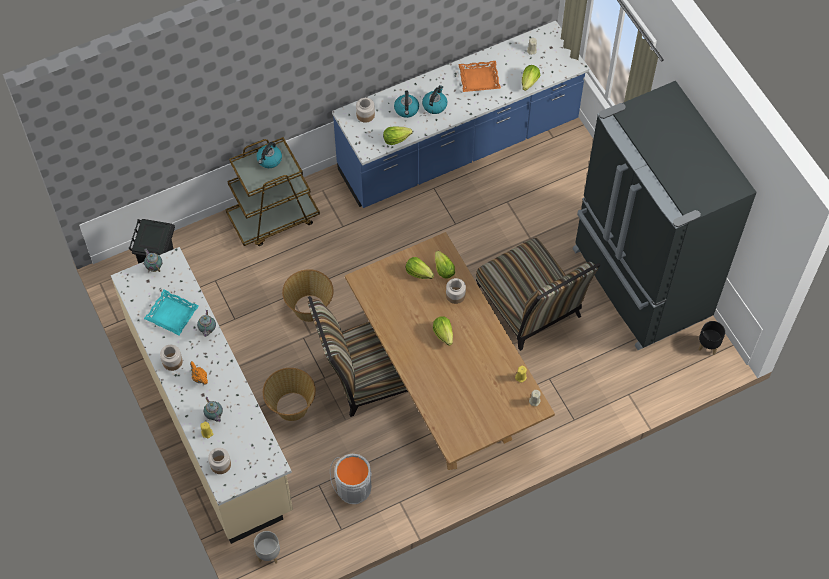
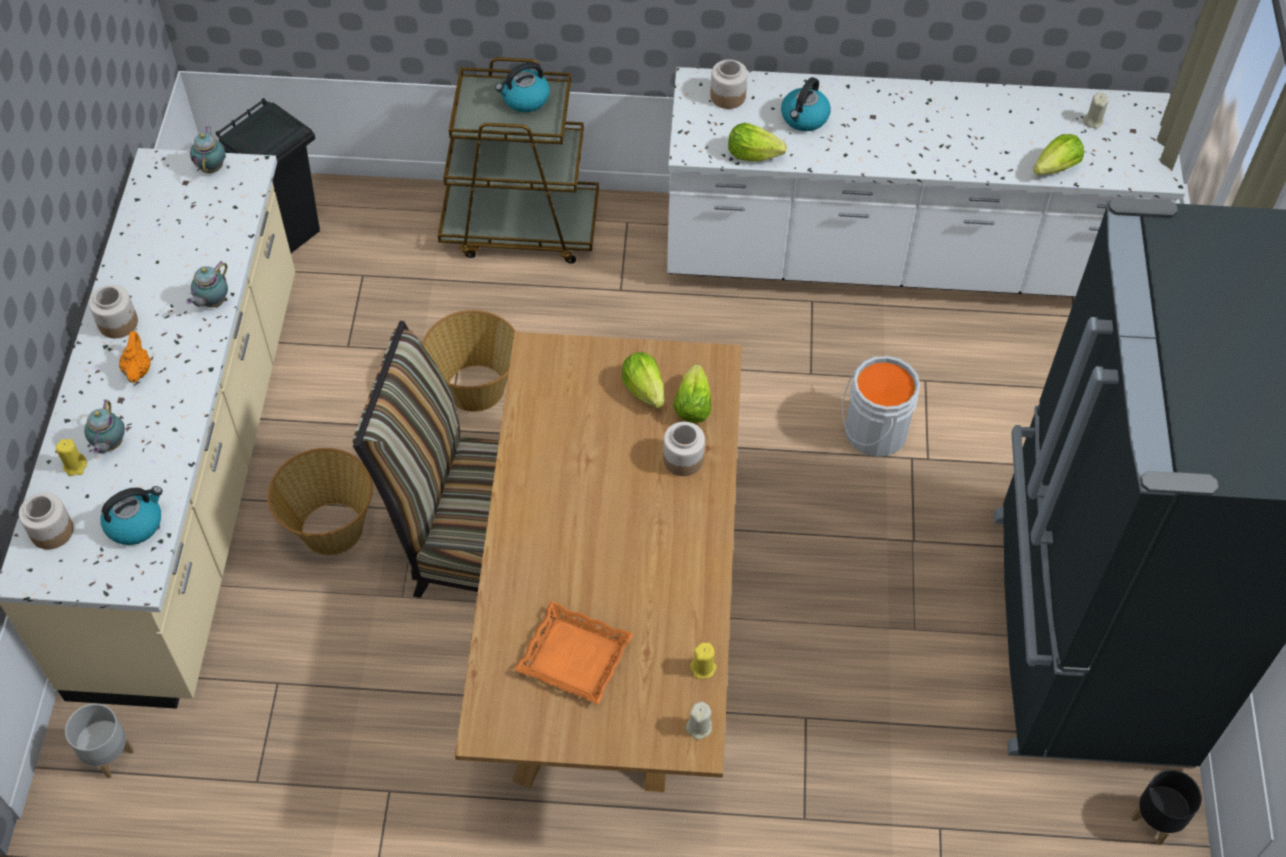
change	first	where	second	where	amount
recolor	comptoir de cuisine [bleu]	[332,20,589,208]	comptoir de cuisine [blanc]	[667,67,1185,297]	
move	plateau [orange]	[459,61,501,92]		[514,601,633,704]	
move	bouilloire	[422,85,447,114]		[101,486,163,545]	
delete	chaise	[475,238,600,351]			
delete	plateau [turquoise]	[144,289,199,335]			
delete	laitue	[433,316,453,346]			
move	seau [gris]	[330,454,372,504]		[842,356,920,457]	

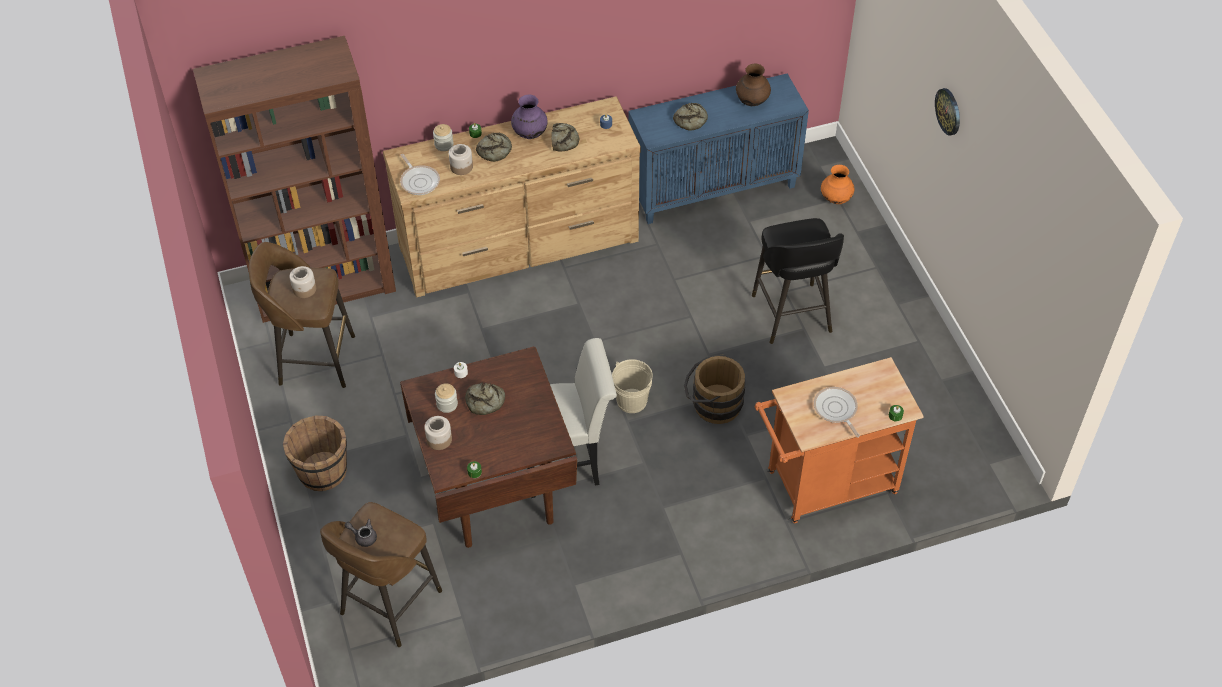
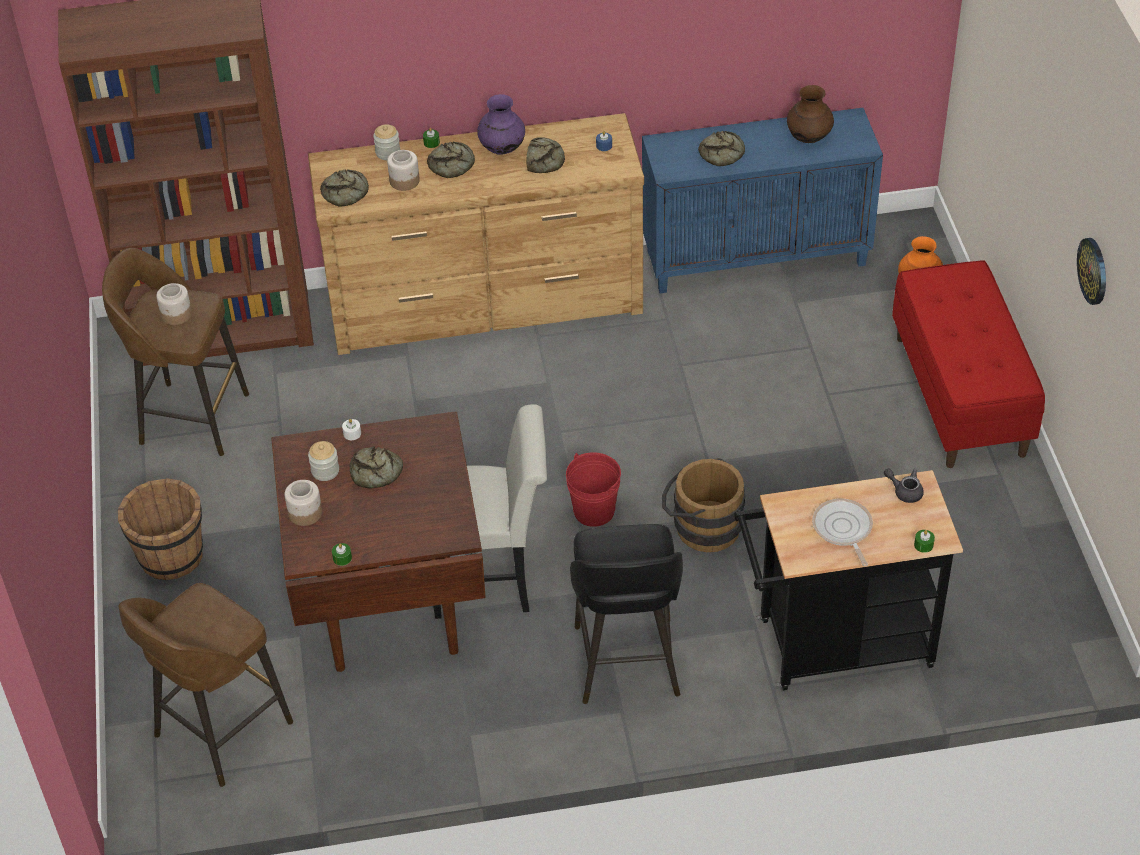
change	first	where	second	where	amount
move	horloge murale	[935,88,960,136]		[1077,238,1106,305]	
replace	poêle	[400,154,440,195]	pain	[320,169,369,206]	
move	tabouret [noir]	[752,218,844,344]		[570,524,683,704]	
recolor	chariot [orange]	[755,357,924,524]	chariot [noir]	[734,470,963,690]	
recolor	seau [beige]	[612,359,653,413]	seau [rouge]	[566,452,621,527]	
move	théière [gris]	[344,519,377,547]		[884,468,924,503]	
insert			banc [rouge]	[892,260,1045,468]	

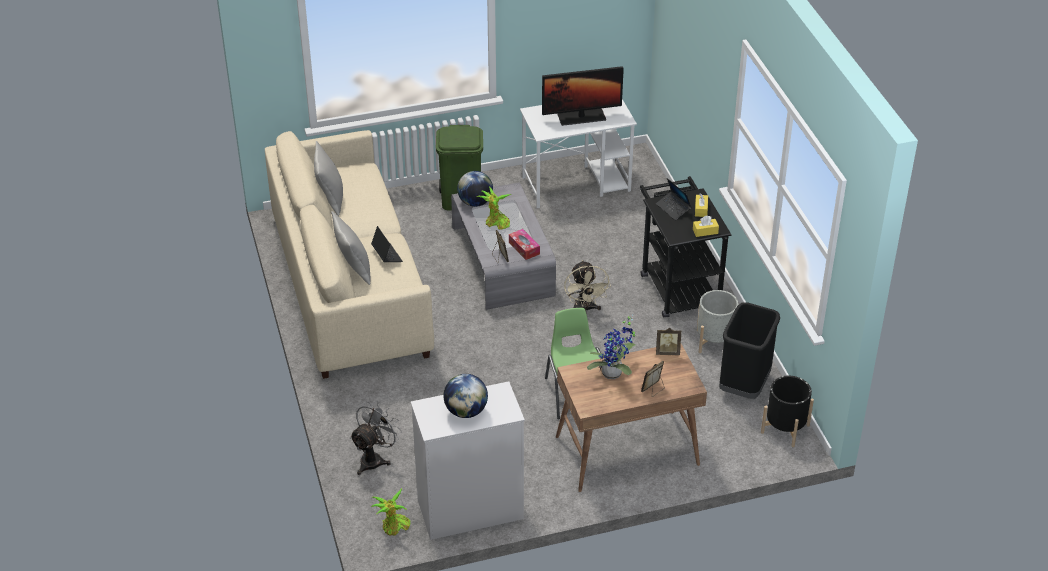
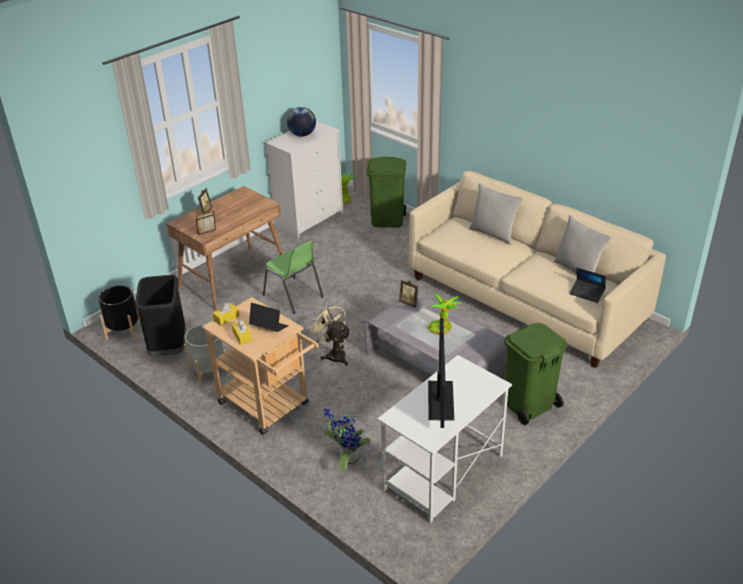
change	first	where	second	where	amount
rotate	écran d'ordinateur	[542,66,624,126]		[428,318,454,428]	135 degrees clockwise
delete	globe	[457,171,493,207]			
recolor	chariot [noir]	[640,176,731,318]	chariot [beige]	[202,297,319,435]	
move	ordinateur portable	[371,226,403,262]		[570,268,606,303]	
delete	boîte à mouchoirs	[509,229,540,260]			
move	plante en pot	[587,315,635,379]		[323,408,370,471]	
replace	ventilateur [gris]	[350,401,402,475]	poubelle [vert]	[367,157,406,228]	

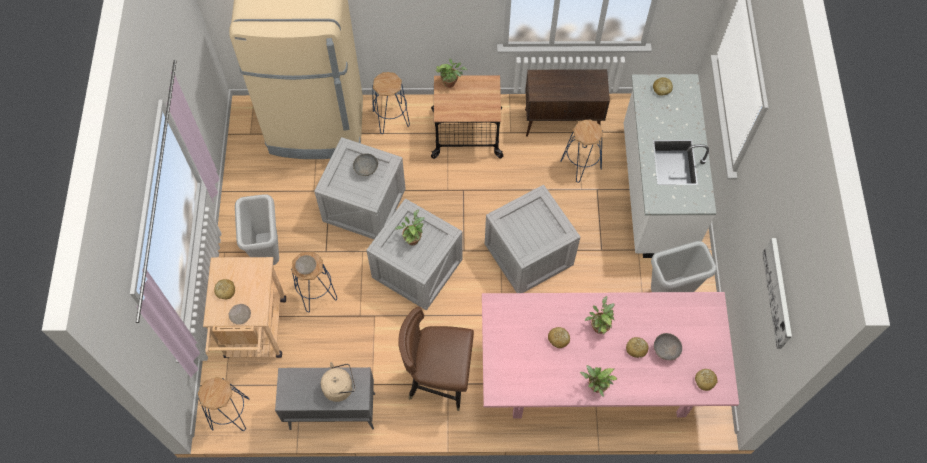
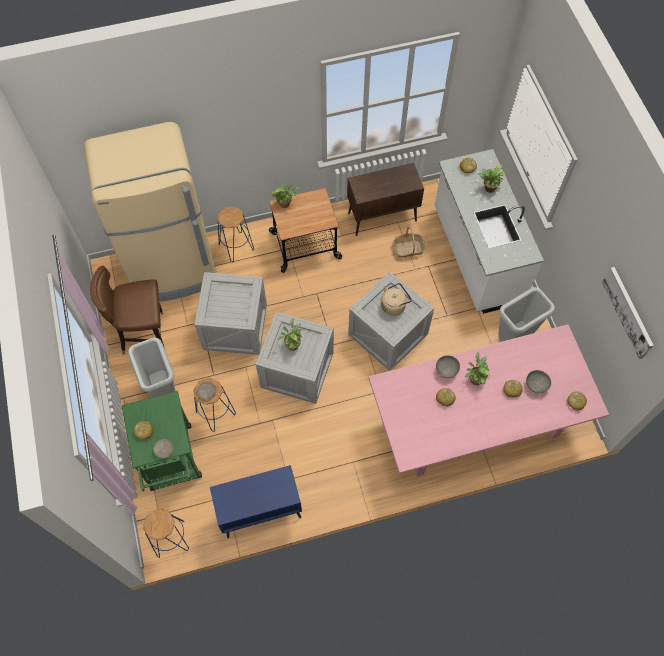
change	first	where	second	where	amount
replace	tabouret [bleu]	[560,120,603,183]	panier	[393,227,427,258]	
move	bol [gris]	[353,154,378,176]		[436,355,460,378]	
recolor	chariot [beige]	[203,257,286,358]	chariot [vert]	[122,391,202,491]	
move	chaise [marron]	[398,306,474,411]		[90,266,165,355]	
move	bouilloire [beige]	[321,362,355,402]		[381,283,412,316]	
move	plante en pot	[580,365,617,397]		[479,165,505,193]	
recolor	meuble de rangement [gris]	[275,367,375,430]	meuble de rangement [bleu]	[210,465,302,539]	

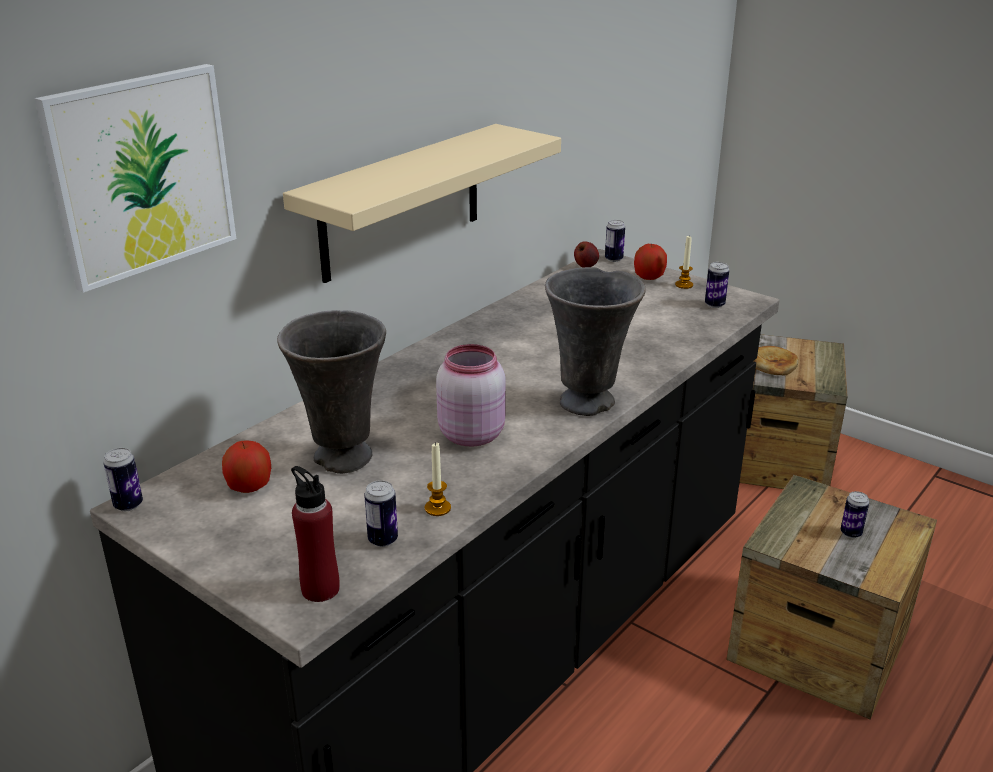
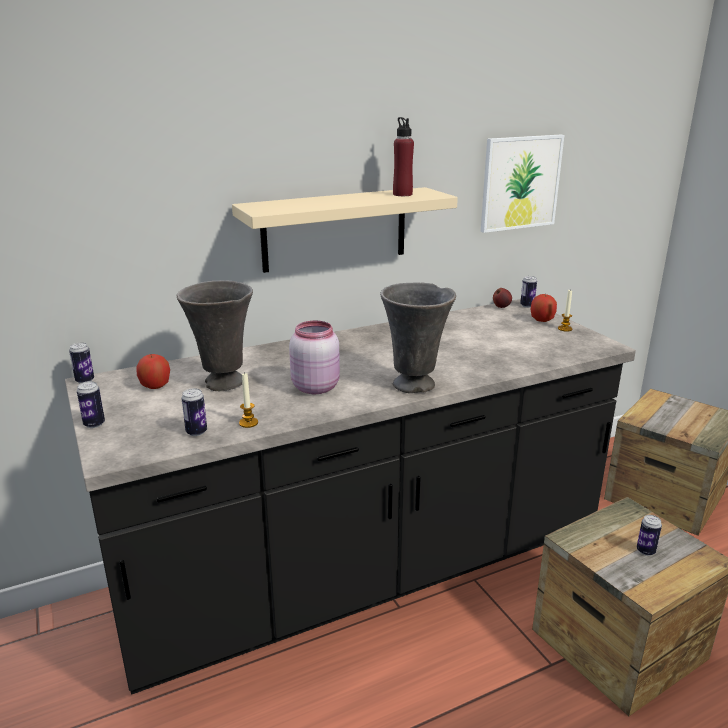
change	first	where	second	where	amount
move	tableau	[35,64,236,293]		[481,135,564,233]	
move	boîte métallique	[705,262,729,308]		[77,381,105,428]	
delete	pain	[754,346,799,376]			
move	bouteille [rouge]	[291,466,339,602]		[393,117,414,196]	

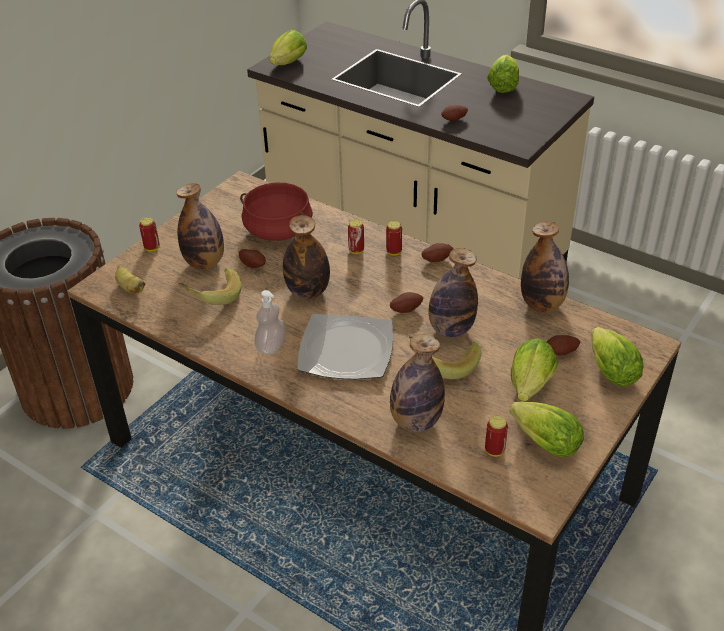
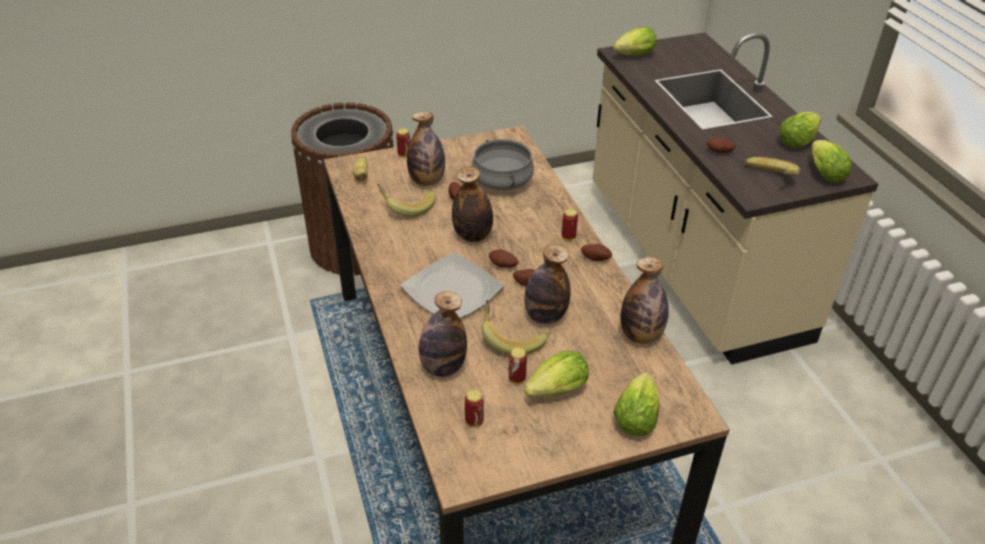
change	first	where	second	where	amount
recolor	marmite [rouge]	[240,183,313,241]	marmite [gris]	[472,139,534,190]	
move	boîte métallique	[348,219,364,254]		[508,348,527,384]	
delete	distributeur de savon	[254,290,286,355]			
move	pomme de terre	[547,335,580,356]		[489,249,519,268]	
move	laitue	[510,402,584,457]		[812,140,852,183]	
insert			banane	[745,157,800,176]	

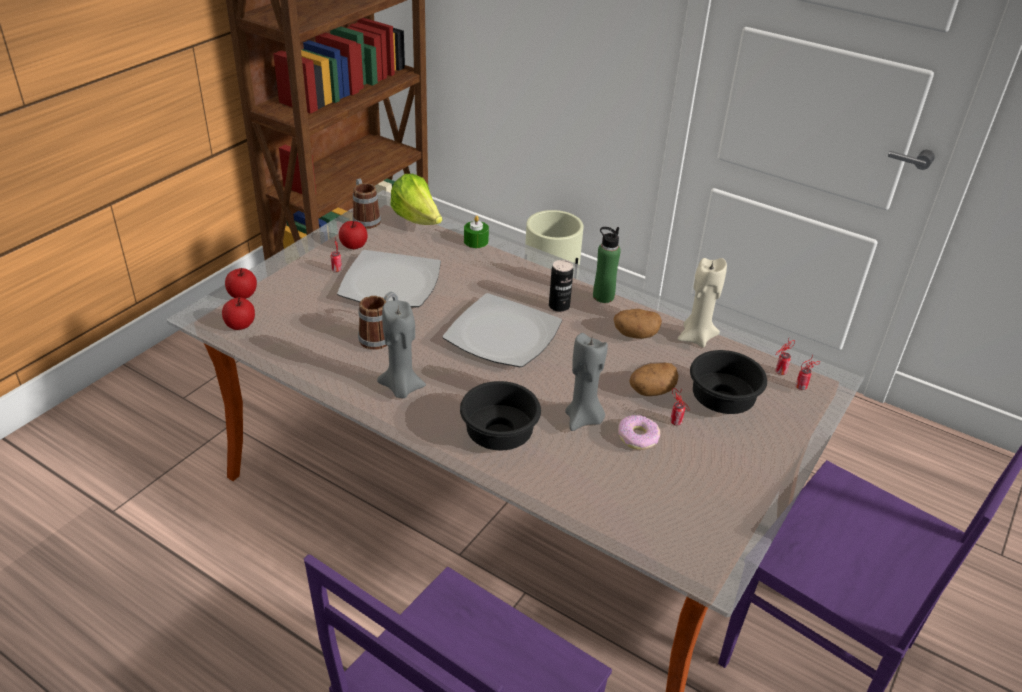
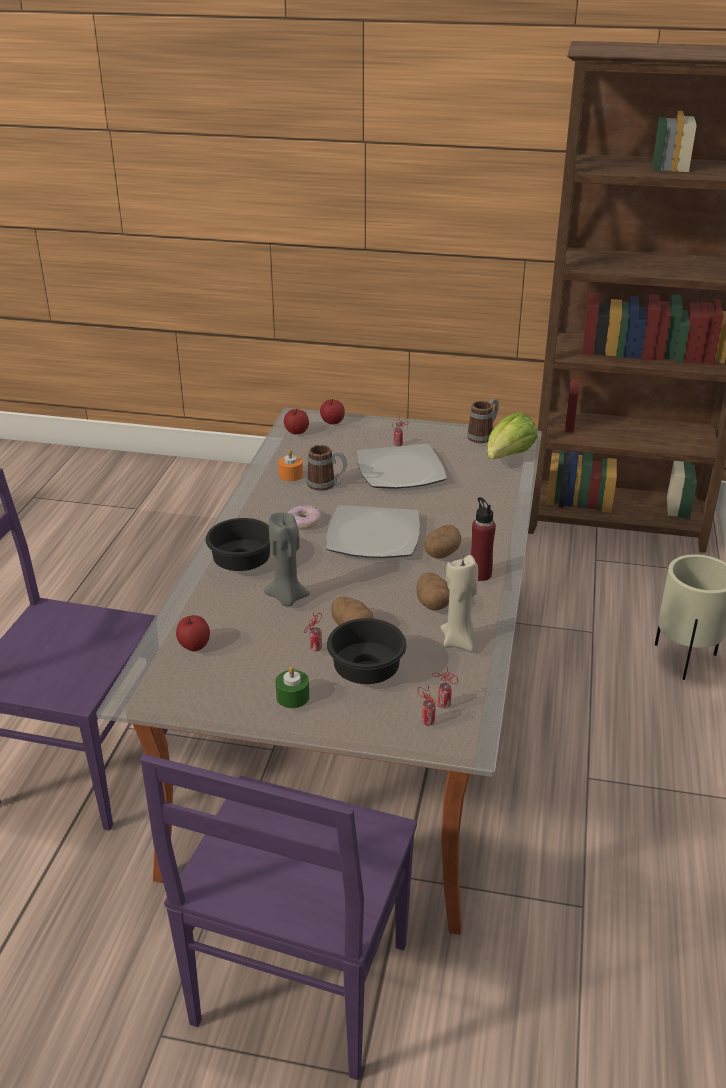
change	first	where	second	where	amount
move	bougie [vert]	[464,215,489,248]		[276,666,309,708]	
move	pomme	[339,221,367,249]		[176,615,210,651]	
recolor	bouteille [vert]	[593,227,621,303]	bouteille [rouge]	[471,497,496,581]	
replace	boîte métallique	[549,260,573,312]	pomme de terre	[425,525,461,559]	
delete	bougie [gris]	[377,300,426,398]			
move	beignet	[618,415,660,450]		[288,505,321,529]	
insert			bougie [orange]	[278,449,303,481]	

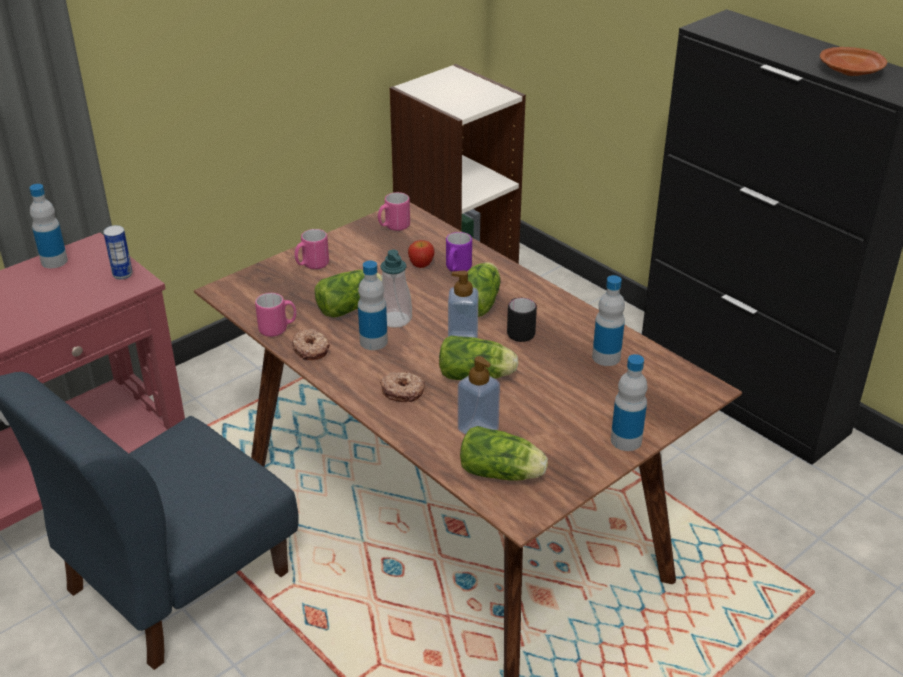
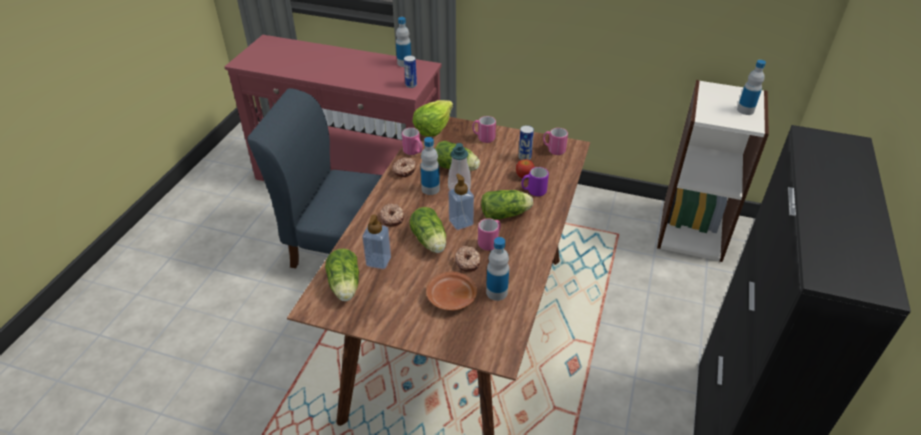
change	first	where	second	where	amount
move	assiette [marron]	[820,47,887,76]		[426,272,477,311]	
recolor	mug [noir]	[507,298,537,342]	mug [rose]	[478,219,501,251]	
move	bouteille	[611,354,647,451]		[737,60,766,115]	
insert			laitue	[412,100,453,137]	
insert			boîte métallique	[518,125,534,160]	
insert			beignet	[455,246,481,272]	

